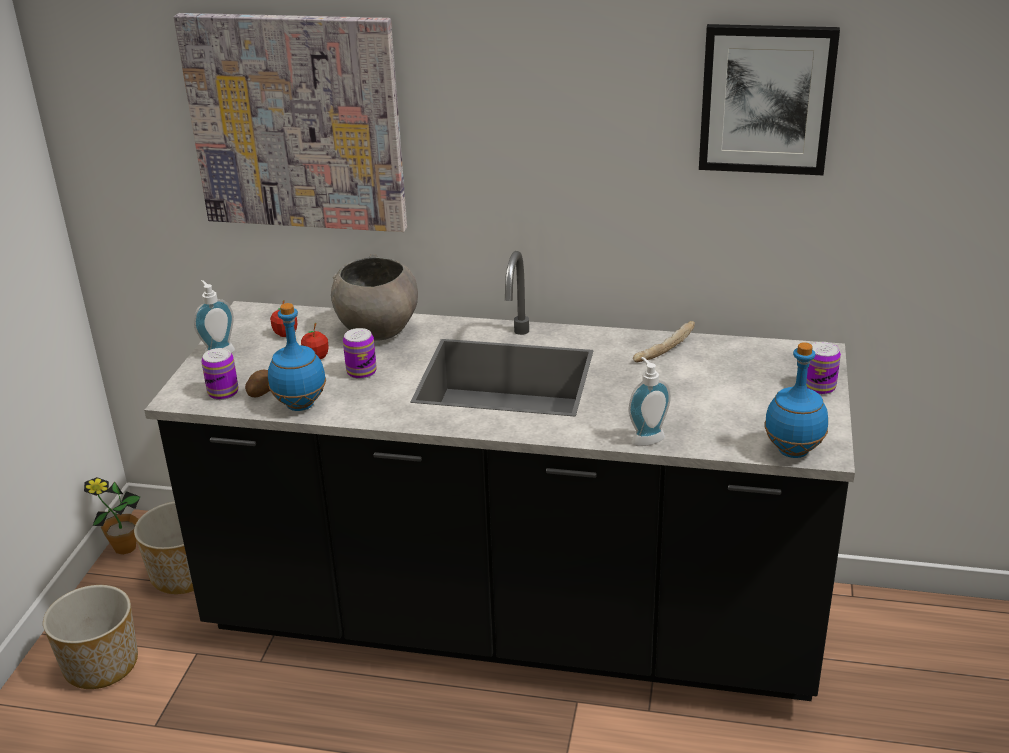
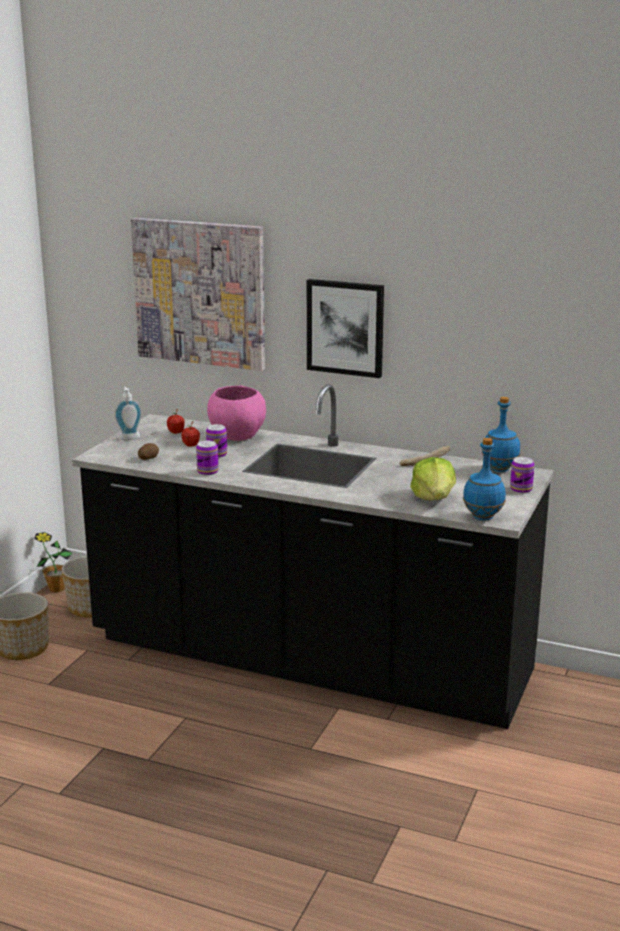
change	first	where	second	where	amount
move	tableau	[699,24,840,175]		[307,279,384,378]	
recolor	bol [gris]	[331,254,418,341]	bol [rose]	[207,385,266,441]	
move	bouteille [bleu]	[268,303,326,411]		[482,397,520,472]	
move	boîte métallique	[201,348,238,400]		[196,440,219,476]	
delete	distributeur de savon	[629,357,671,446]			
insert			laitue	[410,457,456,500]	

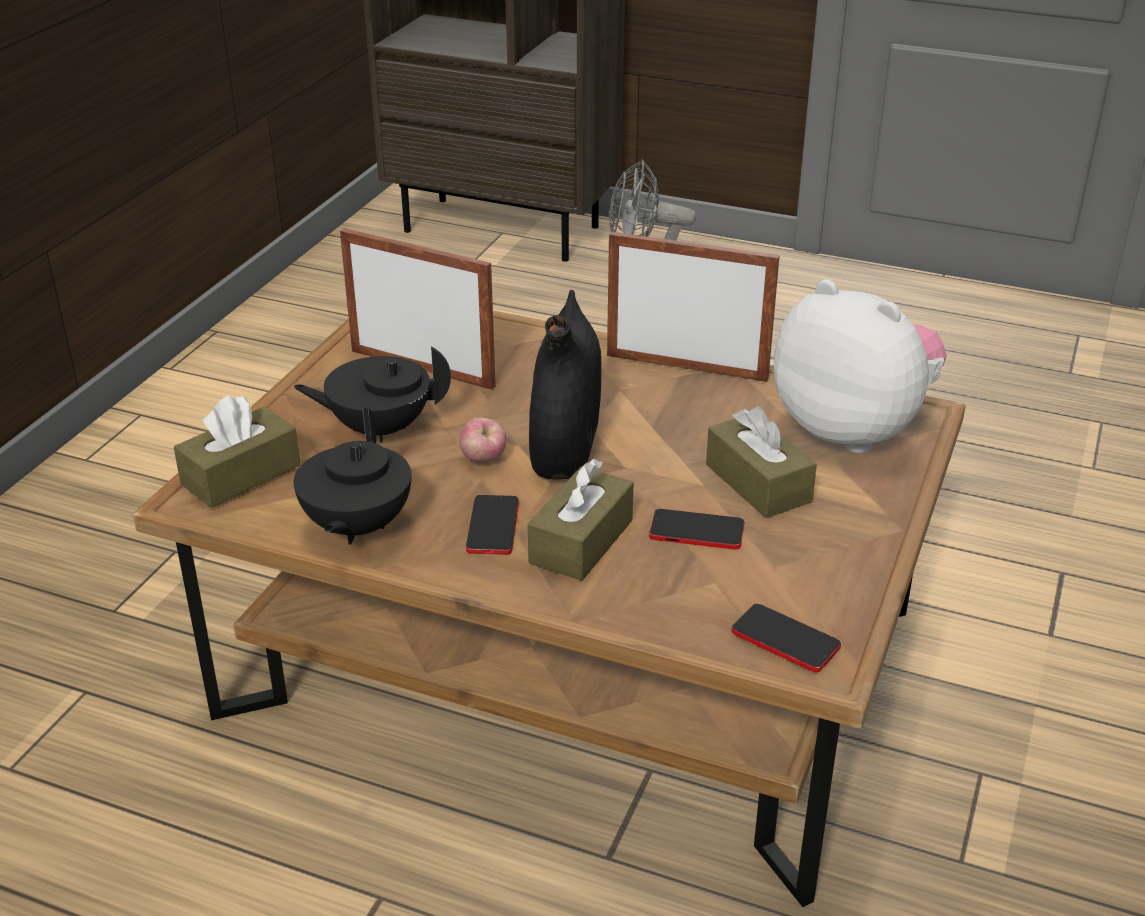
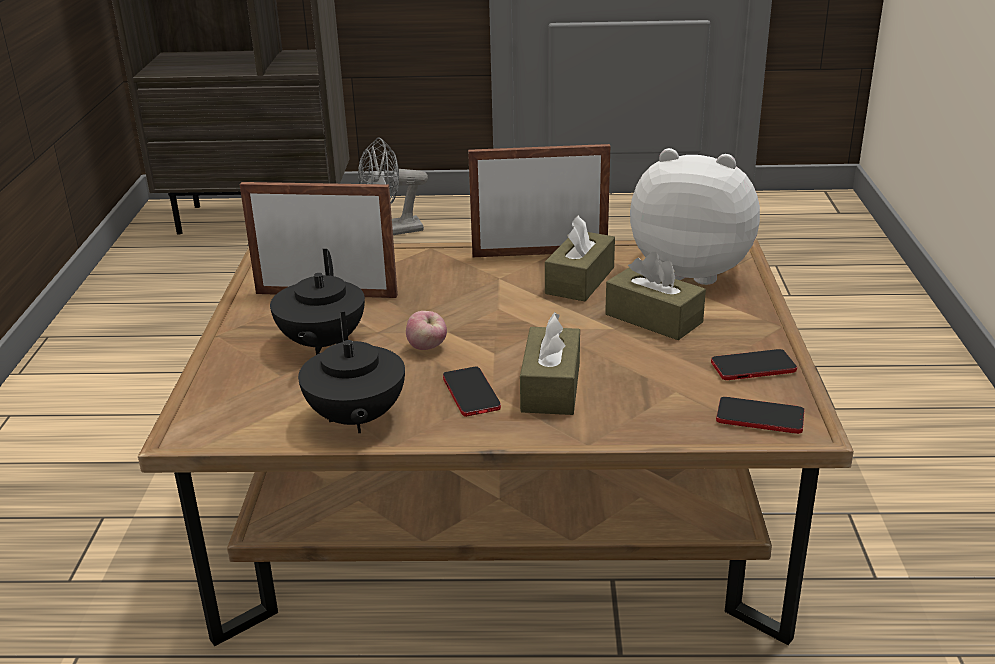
change	first	where	second	where	amount
delete	vase [noir]	[529,290,601,480]			
rotate	théière [noir]	[293,346,451,443]		[270,249,365,355]	60 degrees counterclockwise
move	boîte à mouchoirs [marron]	[174,395,300,508]		[545,215,615,301]	
move	téléphone	[649,509,744,549]		[711,349,797,380]	

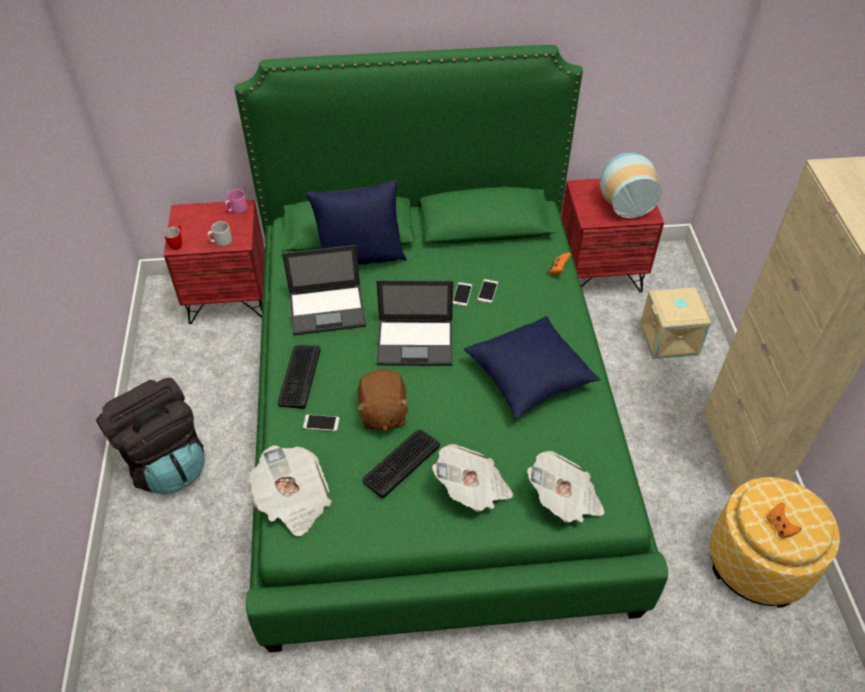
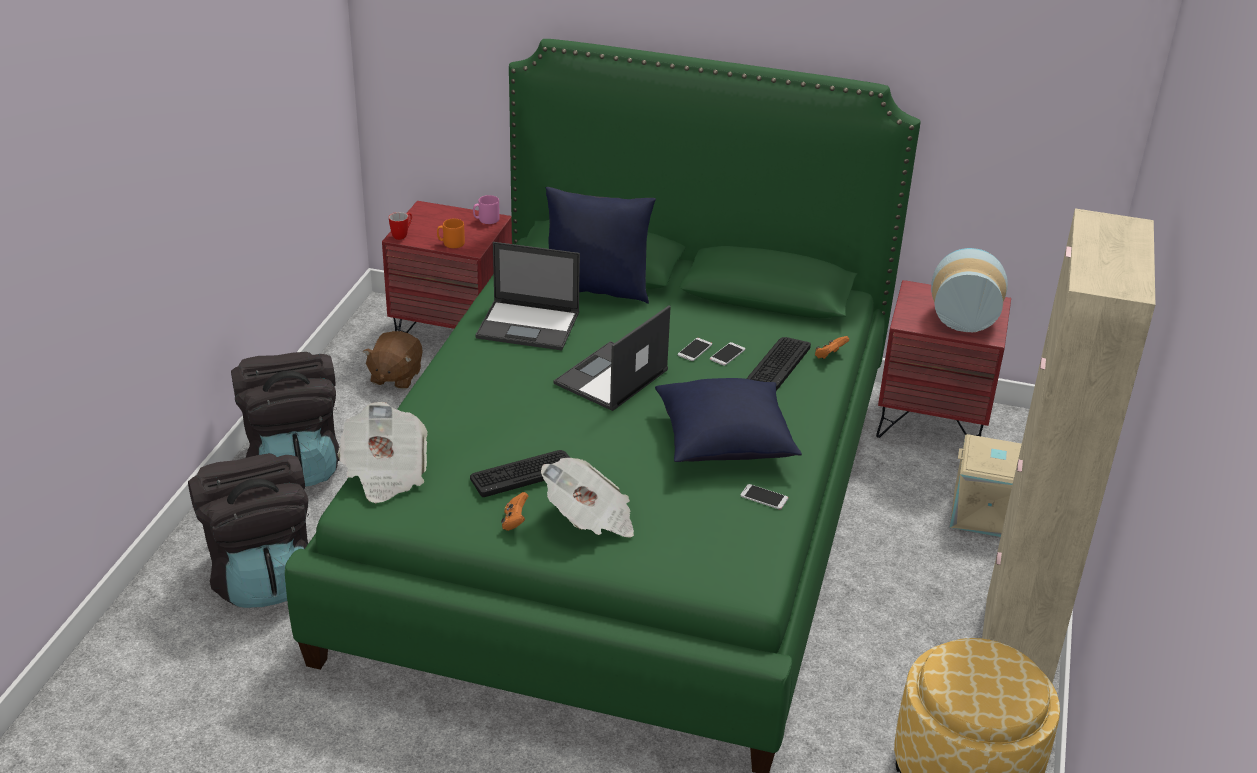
change	first	where	second	where	amount
recolor	mug [gris]	[208,221,232,246]	mug [orange]	[437,219,465,248]	
rotate	ordinateur portable	[376,280,453,366]		[553,305,671,411]	105 degrees clockwise
move	clavier	[278,345,321,409]		[747,337,811,391]	
move	peluche [marron]	[356,370,410,431]		[363,331,423,389]	
move	téléphone	[303,414,340,431]		[740,484,788,510]	
delete	journal	[527,451,605,523]			
move	manette [orange]	[767,503,802,538]		[501,492,528,531]	
insert			sac à dos [noir]	[188,453,309,608]	

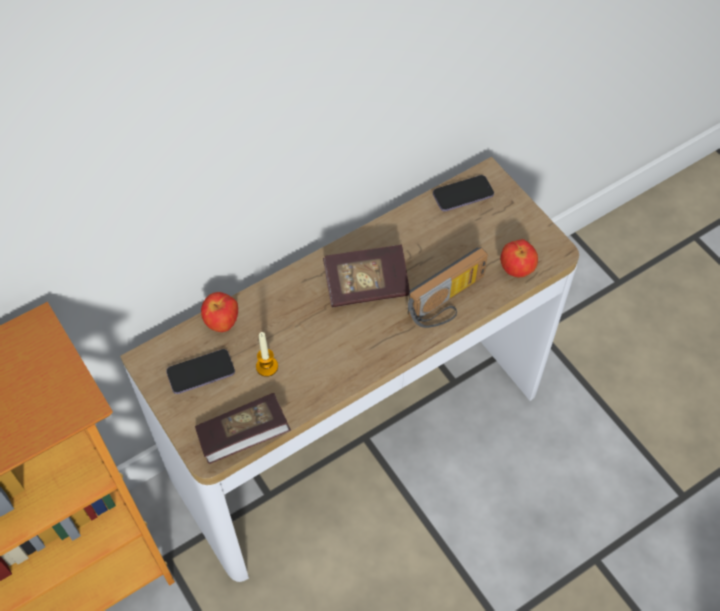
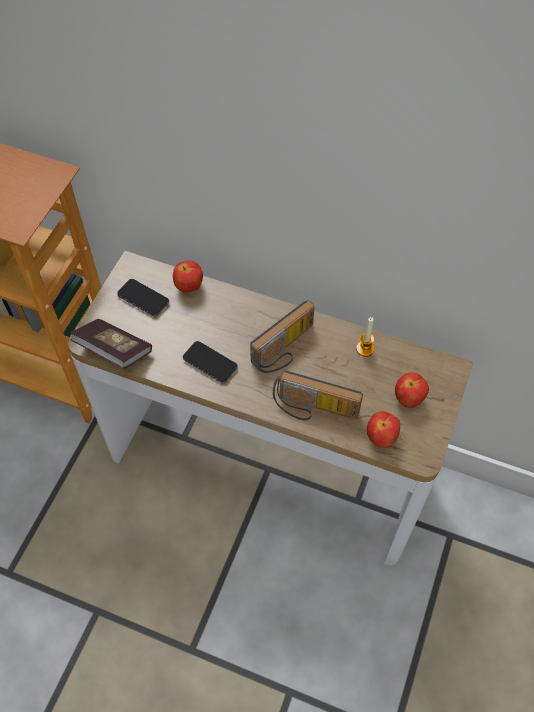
change	first	where	second	where	amount
move	téléphone	[433,175,494,211]		[183,341,238,383]	
replace	livre	[323,245,410,307]	radio	[250,300,315,373]	
move	bougie	[256,332,278,377]		[356,317,375,357]	
insert			pomme	[395,372,429,408]	

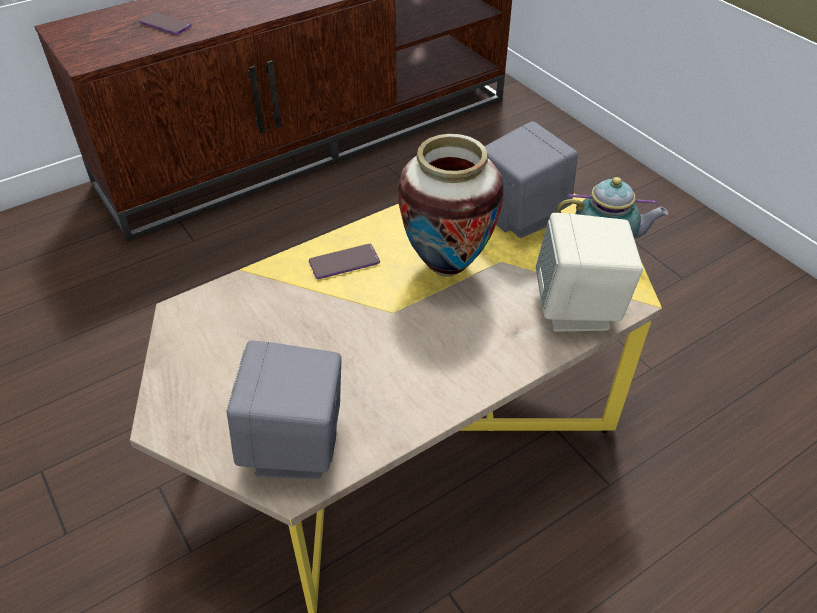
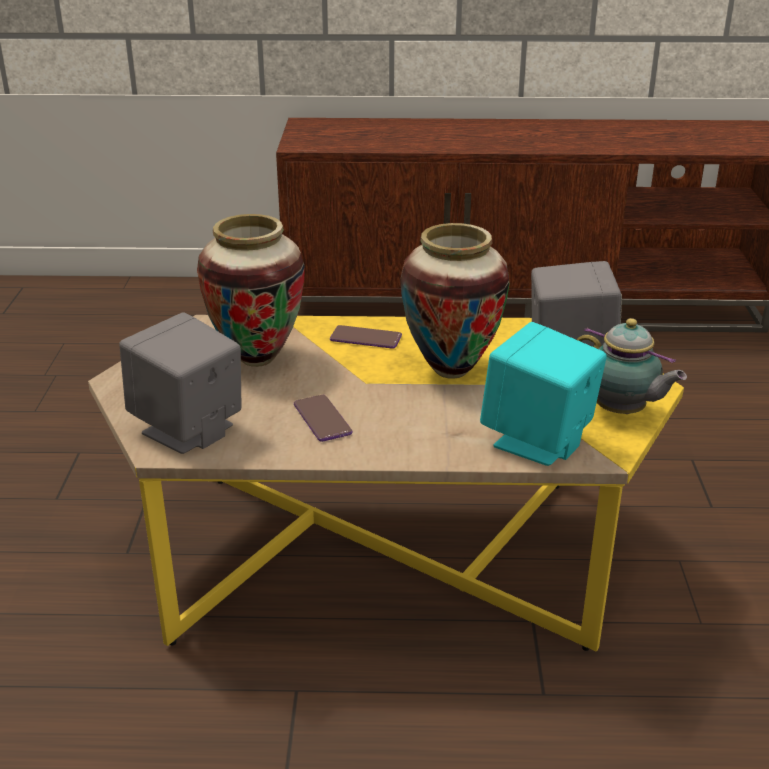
change	first	where	second	where	amount
move	téléphone	[139,12,191,35]		[294,395,352,442]	
recolor	enceinte [beige]	[535,213,643,332]	enceinte [turquoise]	[480,322,607,466]	
insert			vase	[197,214,305,367]	

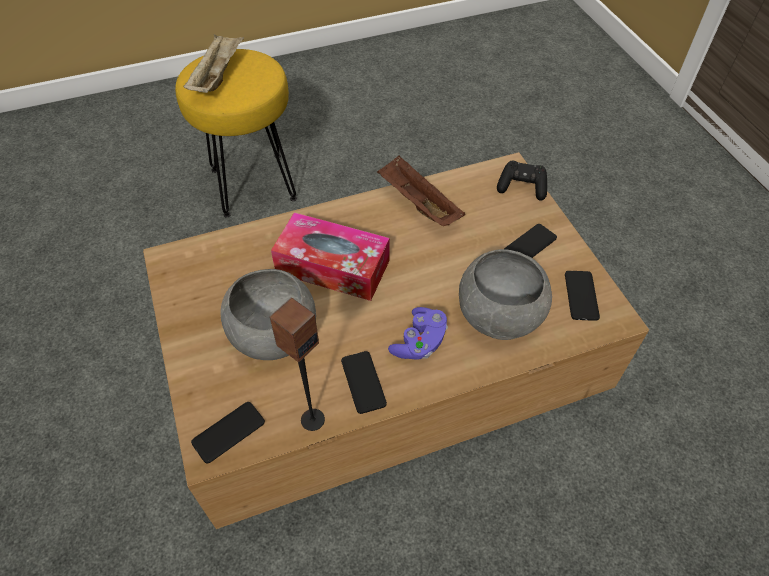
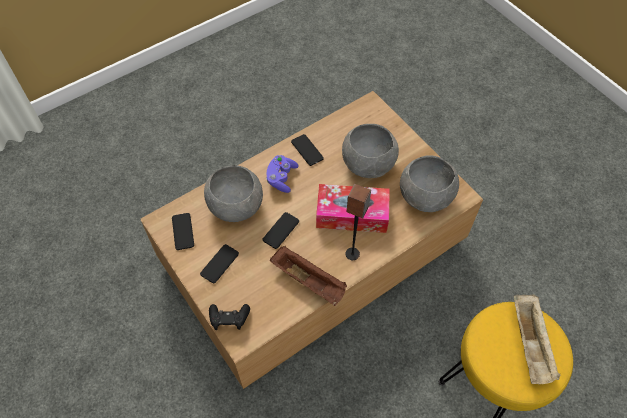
change	first	where	second	where	amount
move	enceinte	[269,298,325,431]		[345,184,371,260]	
move	téléphone	[191,402,265,464]		[263,212,299,249]	
insert			bol [gris]	[400,155,459,212]	

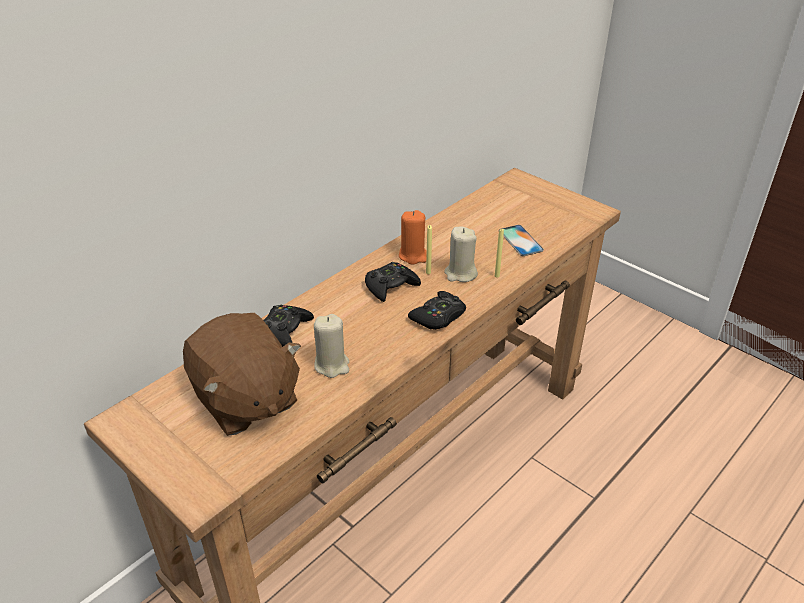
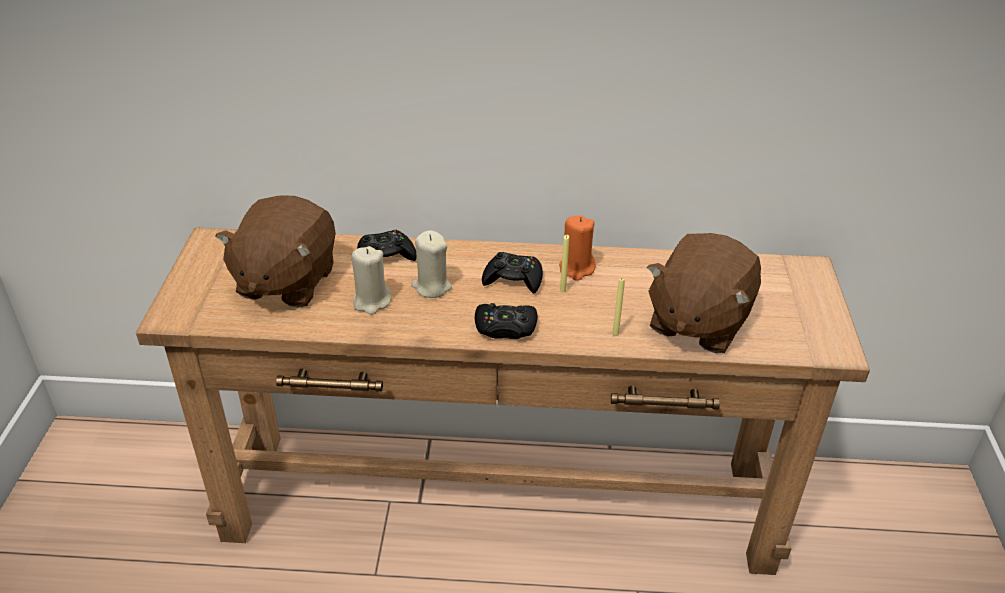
change	first	where	second	where	amount
replace	téléphone	[499,225,544,256]	peluche [marron]	[647,233,761,353]	
move	bougie [beige]	[444,227,478,282]		[411,230,452,298]	

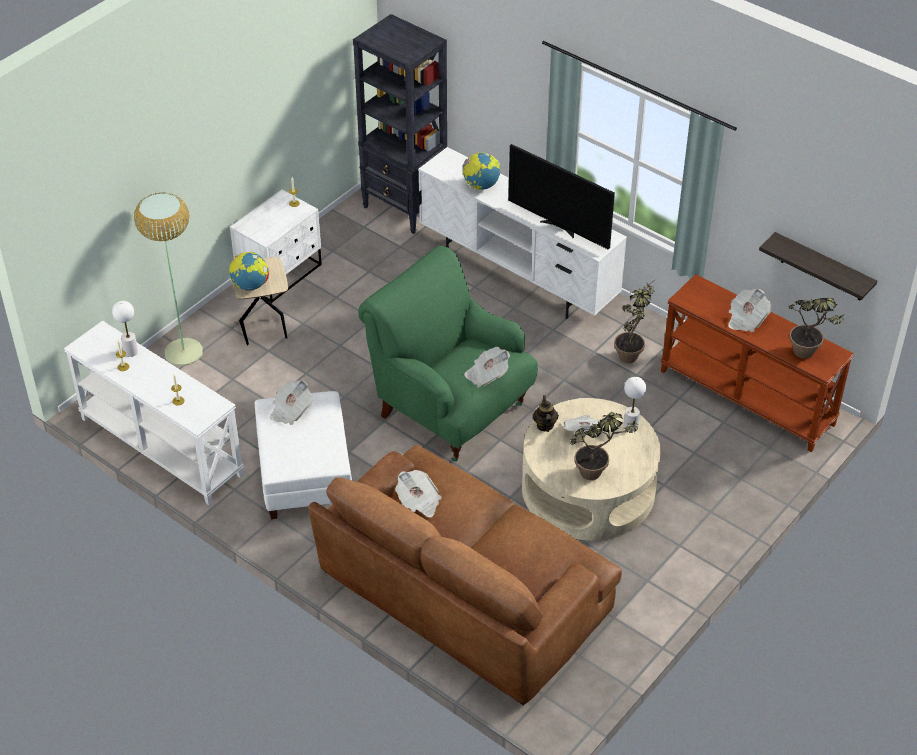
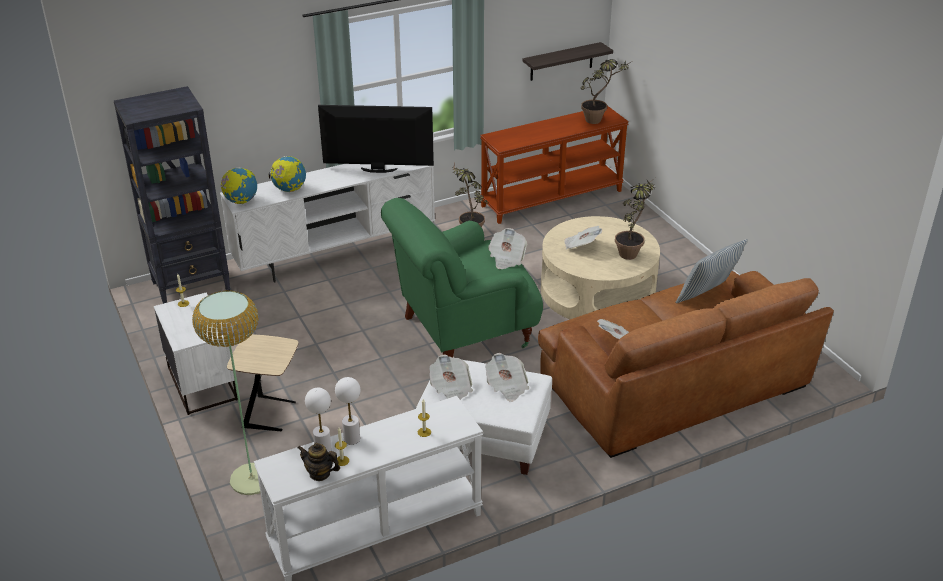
change	first	where	second	where	amount
rotate	téléviseur	[508,144,615,250]		[318,105,434,173]	150 degrees counterclockwise
move	globe	[229,252,269,291]		[220,167,257,204]	
move	journal	[728,289,771,332]		[485,353,529,402]	
move	lampe de table [blanc]	[624,377,646,432]		[335,377,360,445]	
move	théière	[533,395,559,432]		[298,443,340,481]	
insert			coussin	[676,239,748,303]	

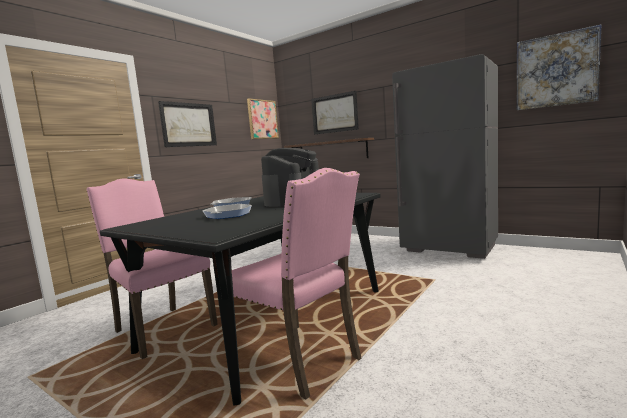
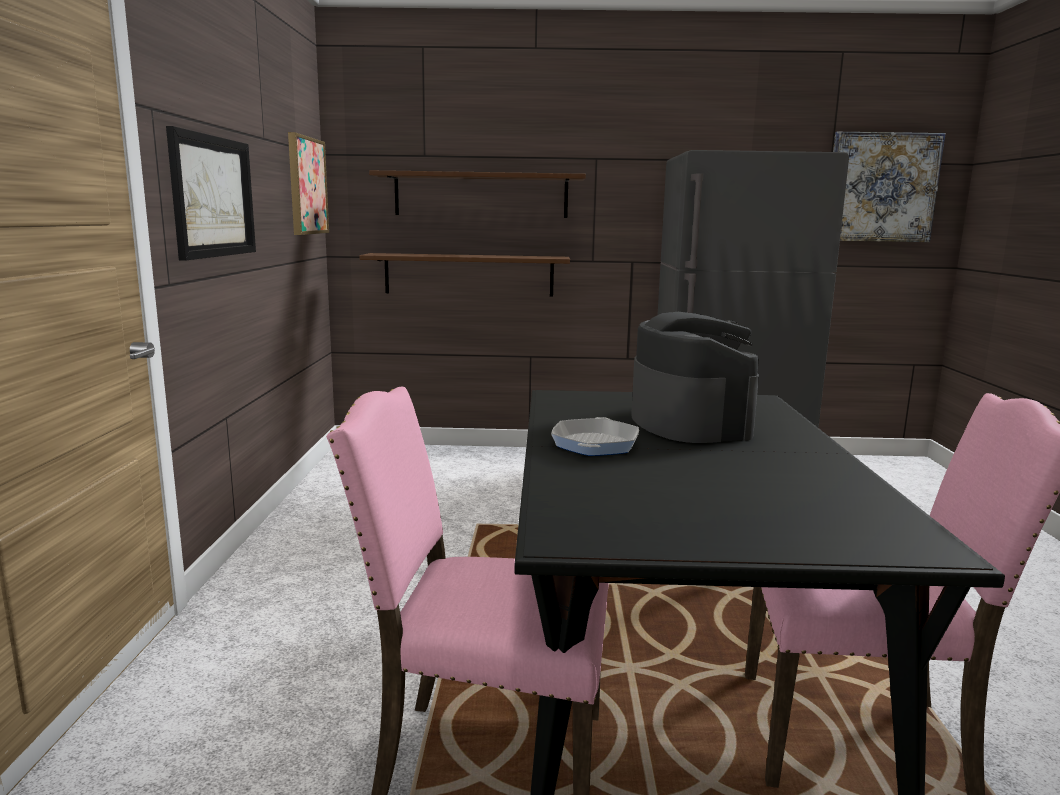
change	first	where	second	where	amount
replace	tableau	[311,91,359,135]	étagère [marron]	[369,170,586,218]	
delete	poêle	[202,204,252,219]			

